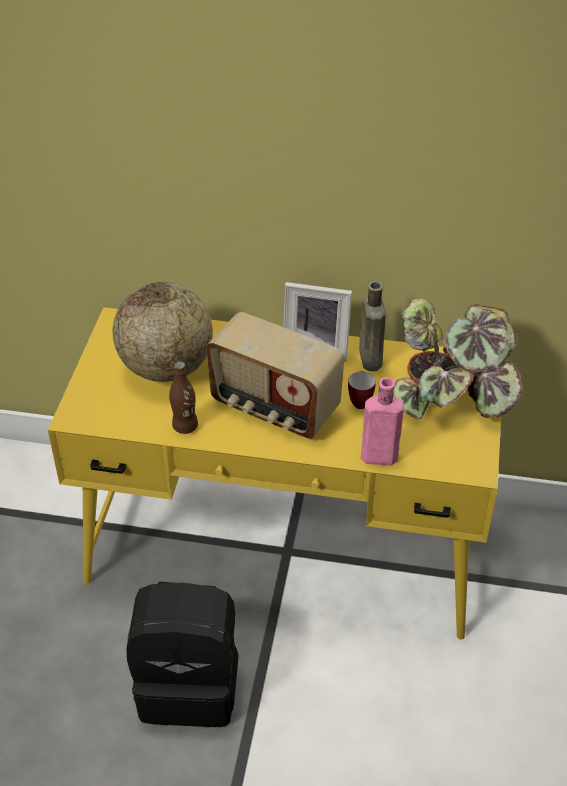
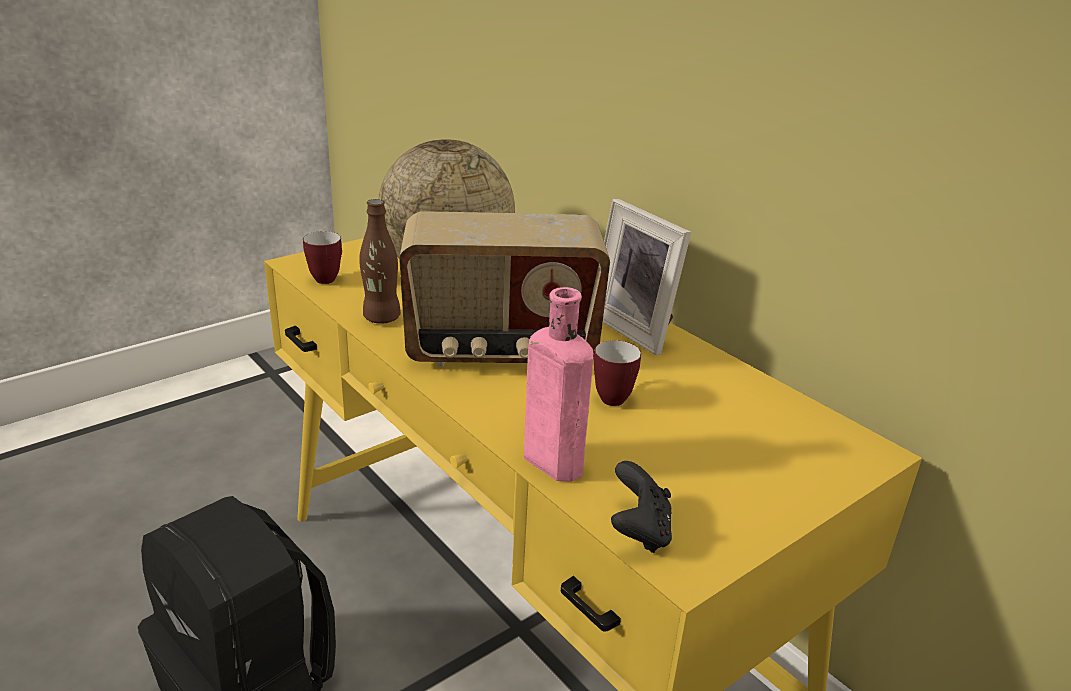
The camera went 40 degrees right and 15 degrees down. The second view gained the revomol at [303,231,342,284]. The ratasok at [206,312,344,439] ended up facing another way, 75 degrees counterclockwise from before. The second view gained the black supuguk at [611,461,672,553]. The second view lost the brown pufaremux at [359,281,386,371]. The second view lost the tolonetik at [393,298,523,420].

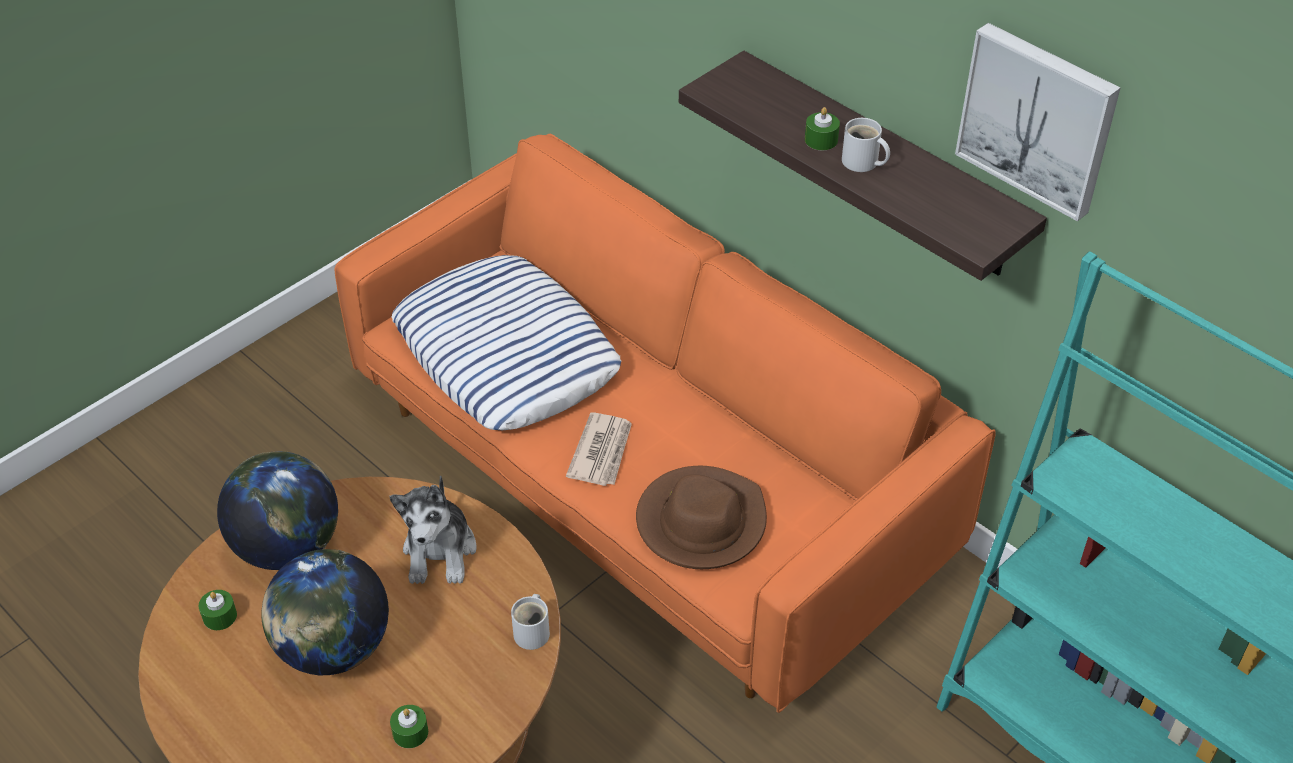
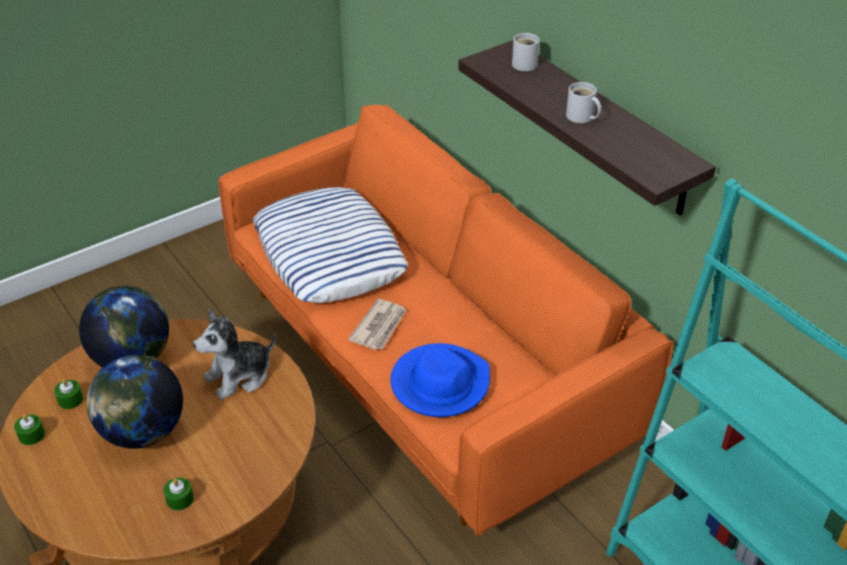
The camera went 10 degrees right and 5 degrees down. The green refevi ended up elsewhere, having gone from [805,107,840,150] to [14,414,45,445]. The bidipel at [390,475,477,584] ended up facing another way, 45 degrees clockwise from before. What was the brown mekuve at [636,466,767,569] turned into the blue mekuve at [391,343,490,417]. The white revomol ended up elsewhere, having gone from [511,594,550,650] to [512,33,540,71]. The second view lost the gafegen at [955,23,1120,221].

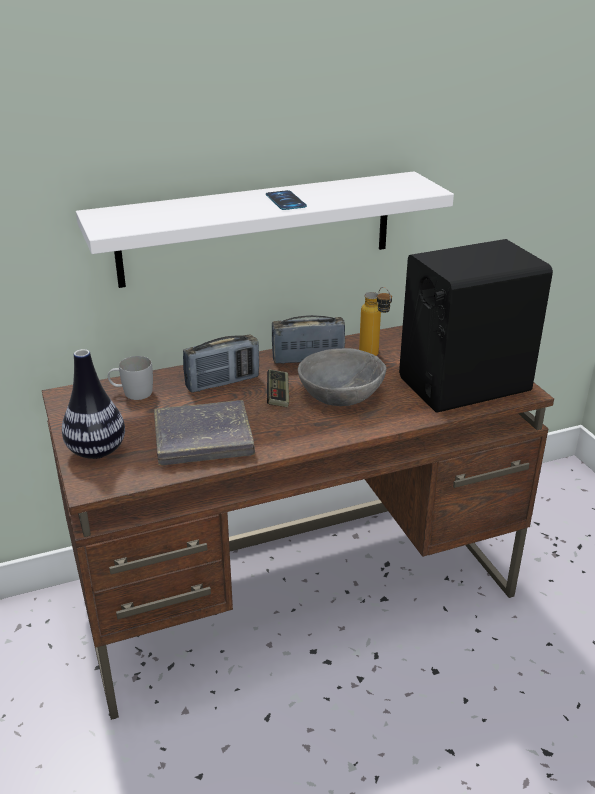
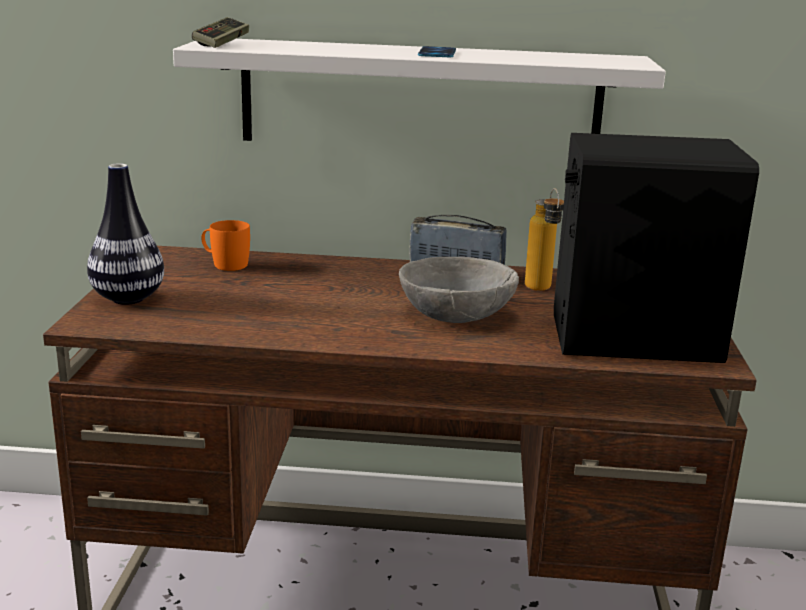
The camera went 25 degrees right and 10 degrees down. The supuguk ended up elsewhere, having gone from [267,369,289,407] to [192,17,249,48]. What was the white revomol at [108,356,153,400] turned into the orange revomol at [201,220,250,271]. The second view lost the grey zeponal at [154,400,255,465]. The second view lost the ratasok at [183,335,259,393].

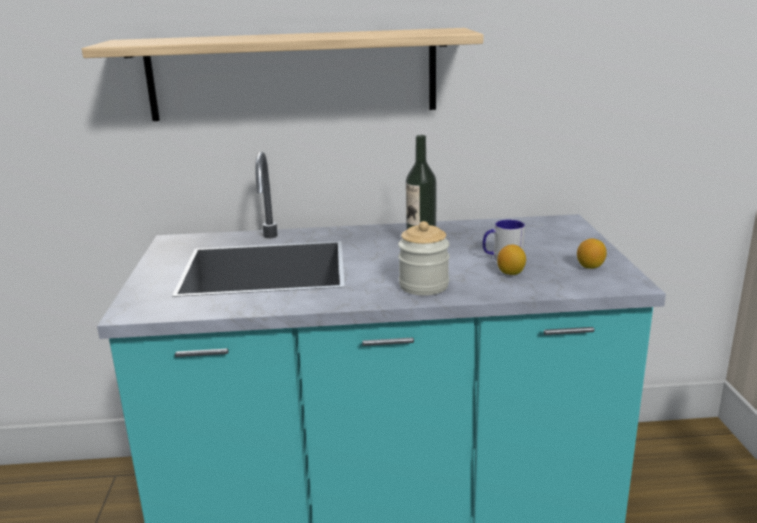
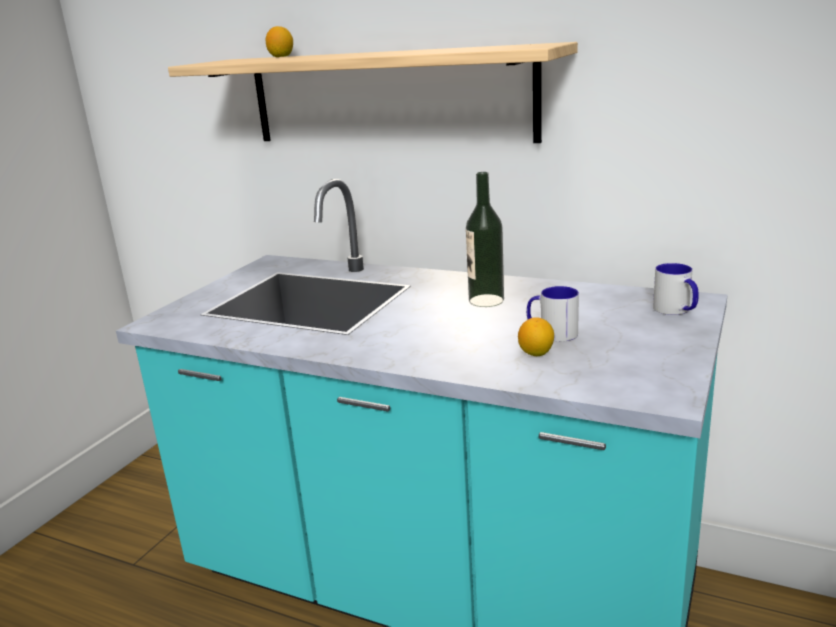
The camera went 30 degrees right and 0 degrees up. The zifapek ended up elsewhere, having gone from [577,238,607,269] to [266,26,293,57]. The second view gained the revomol at [653,263,699,315]. The second view lost the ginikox at [398,221,450,295].

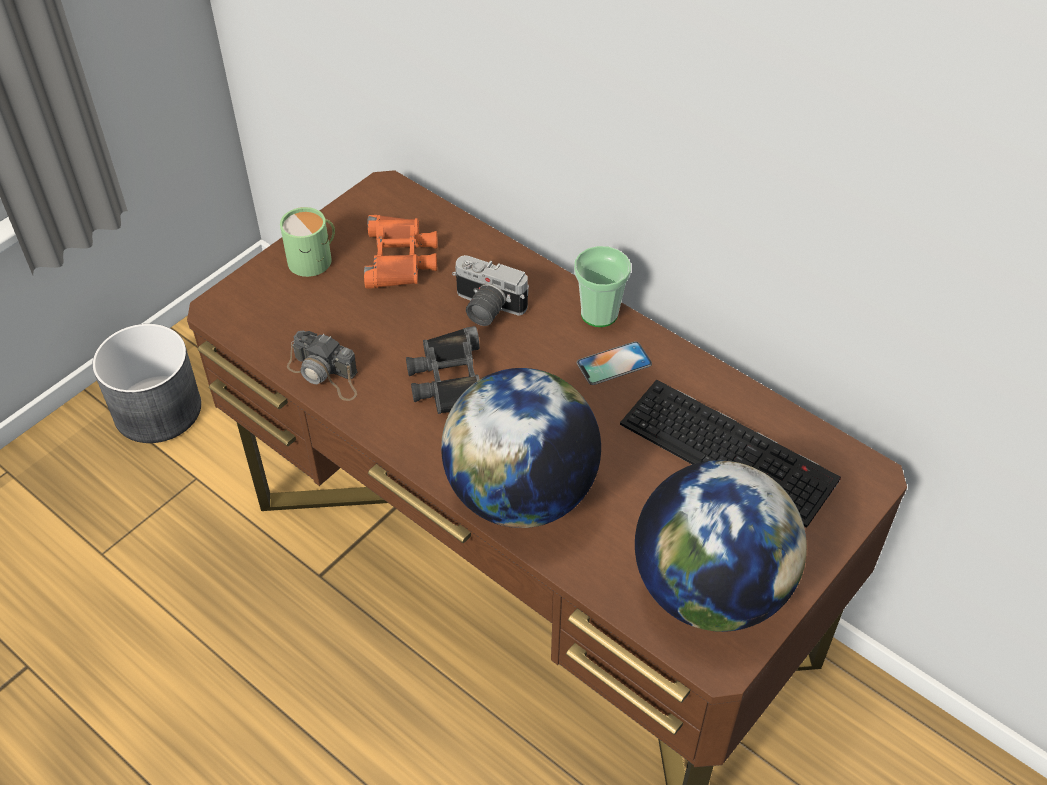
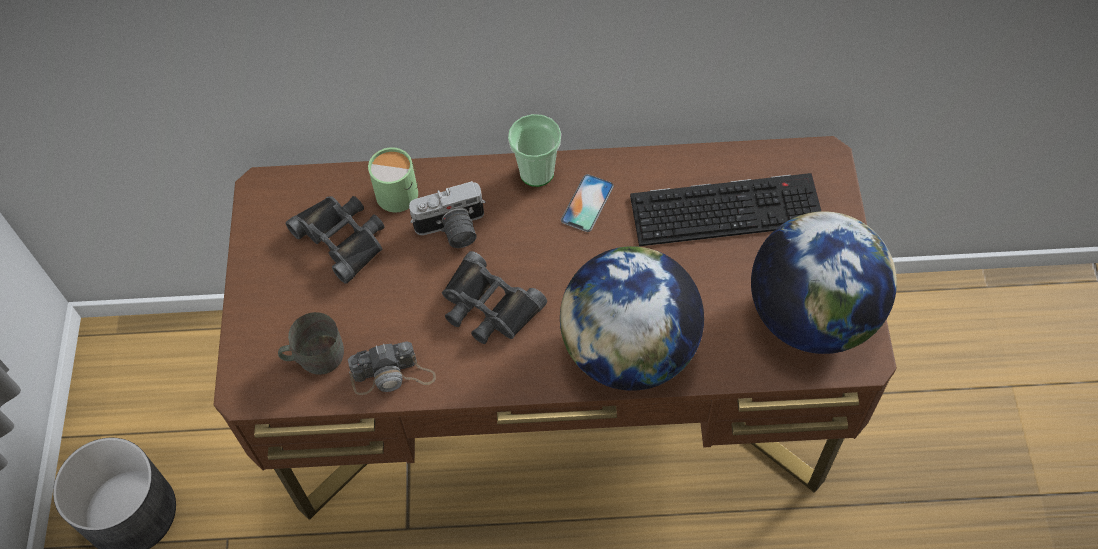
The camera went 40 degrees left and 10 degrees up. The second view gained the grey revomol at [278,312,344,375]. What was the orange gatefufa at [364,215,438,289] turned into the black gatefufa at [286,196,385,284]. The green revomol ended up elsewhere, having gone from [280,207,335,277] to [368,147,418,212].

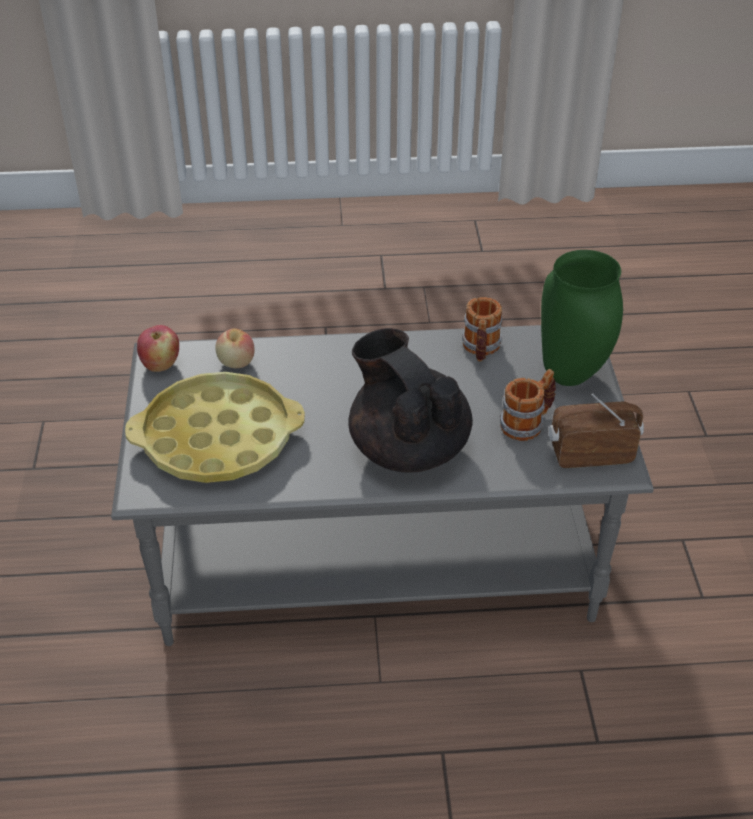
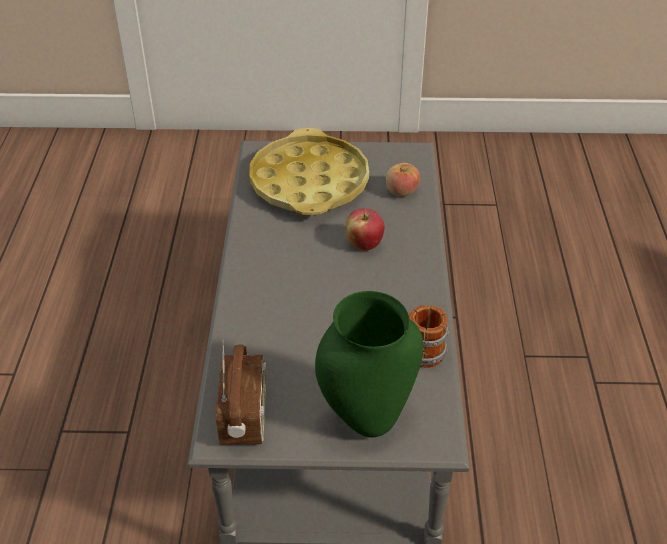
The camera went 95 degrees right and 0 degrees up. The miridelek ended up elsewhere, having gone from [137,325,179,372] to [346,209,384,251]. The second view lost the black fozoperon at [348,328,473,473]. The second view lost the revomol at [500,369,556,441].

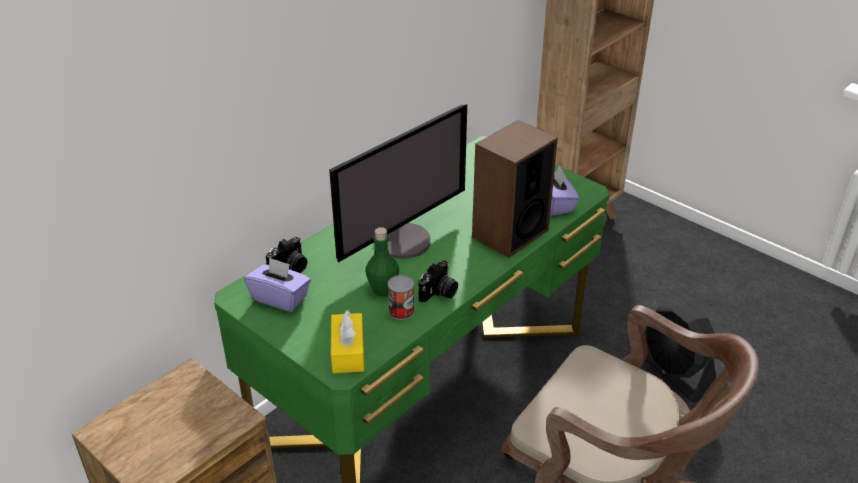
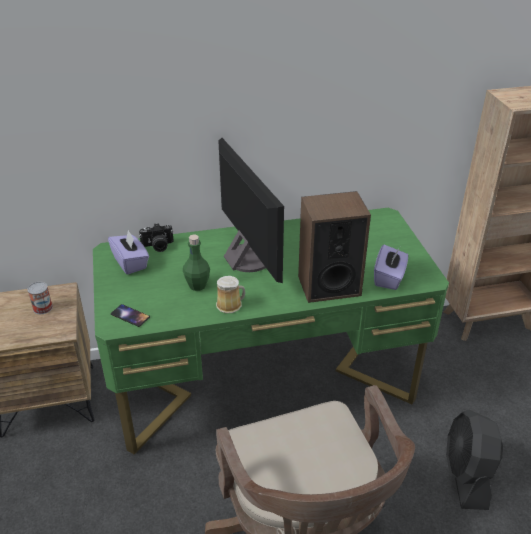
The camera went 35 degrees right and 0 degrees up. The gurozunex ended up elsewhere, having gone from [388,275,415,320] to [27,282,53,314]. Where the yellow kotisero stood at [331,310,364,373], the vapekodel came to stand at [111,304,150,327]. Where the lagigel stood at [419,261,458,303], the revomol came to stand at [216,276,245,313]. The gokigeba at [329,104,467,263] ended up facing another way, 105 degrees counterclockwise from before.

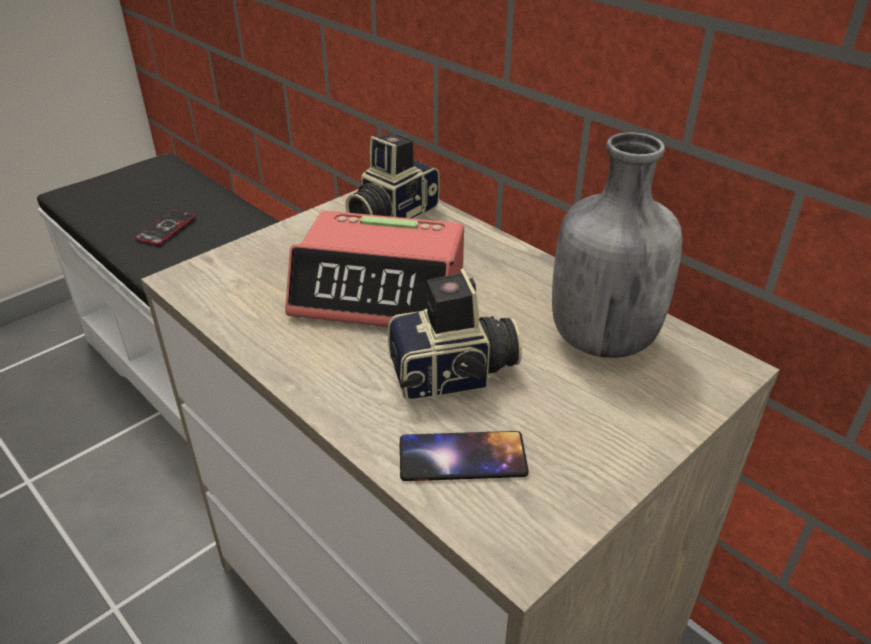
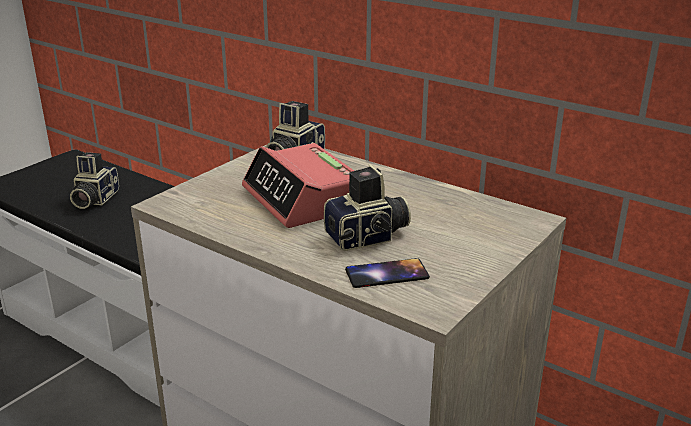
The camera went 10 degrees left and 10 degrees down. Where the vapekodel stood at [135,210,195,245], the lagigel came to stand at [70,152,119,209]. The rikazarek at [285,211,464,327] ended up facing another way, 60 degrees clockwise from before. The second view lost the grey pufaremux at [552,132,683,358].

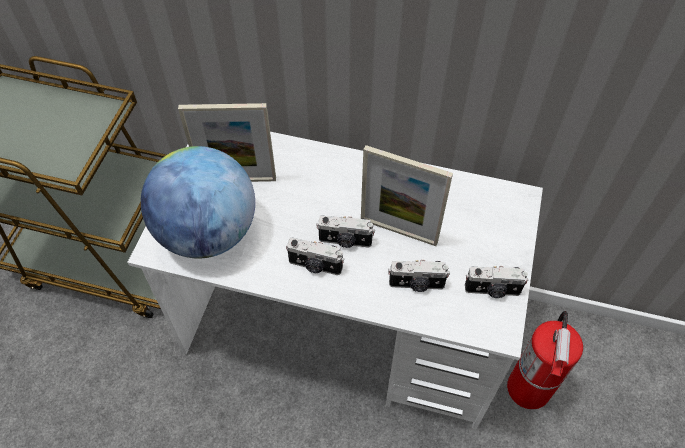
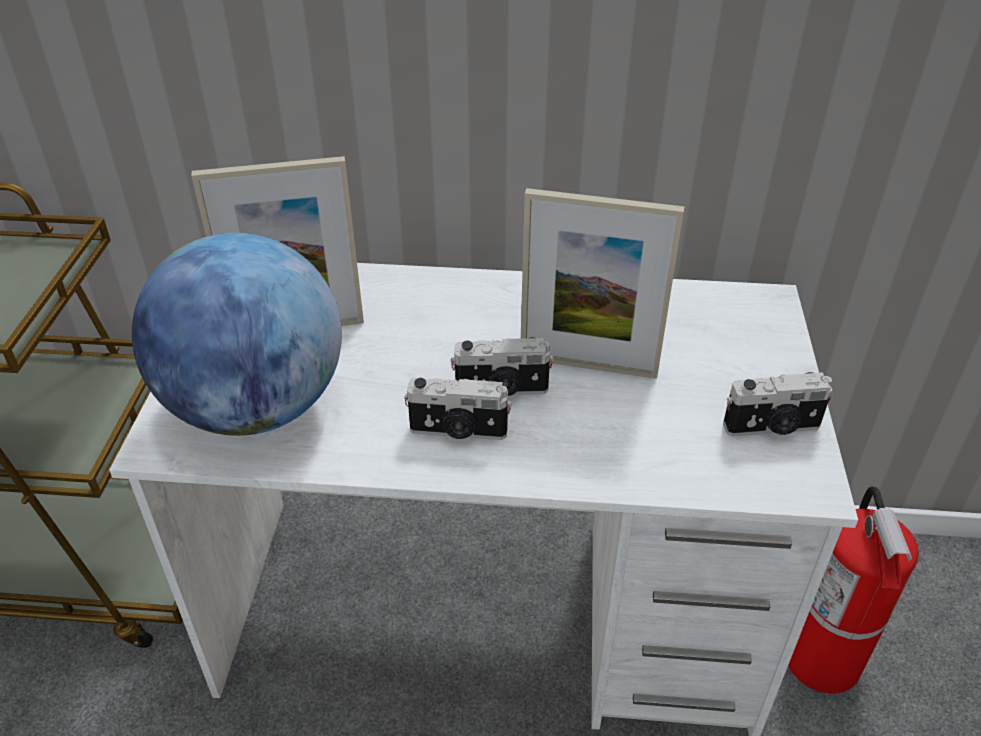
The camera went 10 degrees left and 15 degrees down. The second view lost the lagigel at [388,260,450,292].

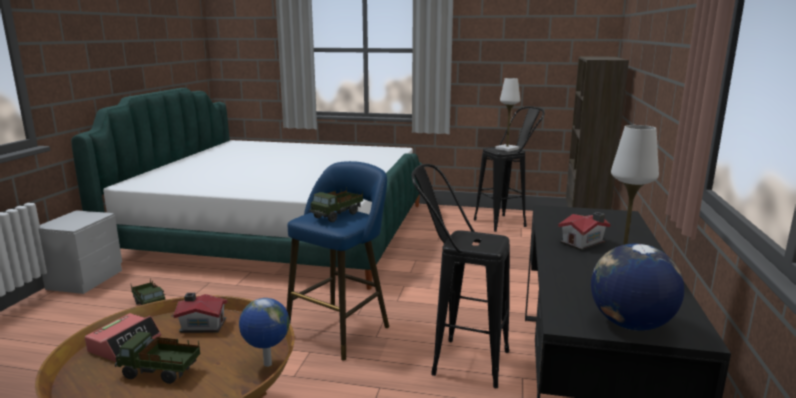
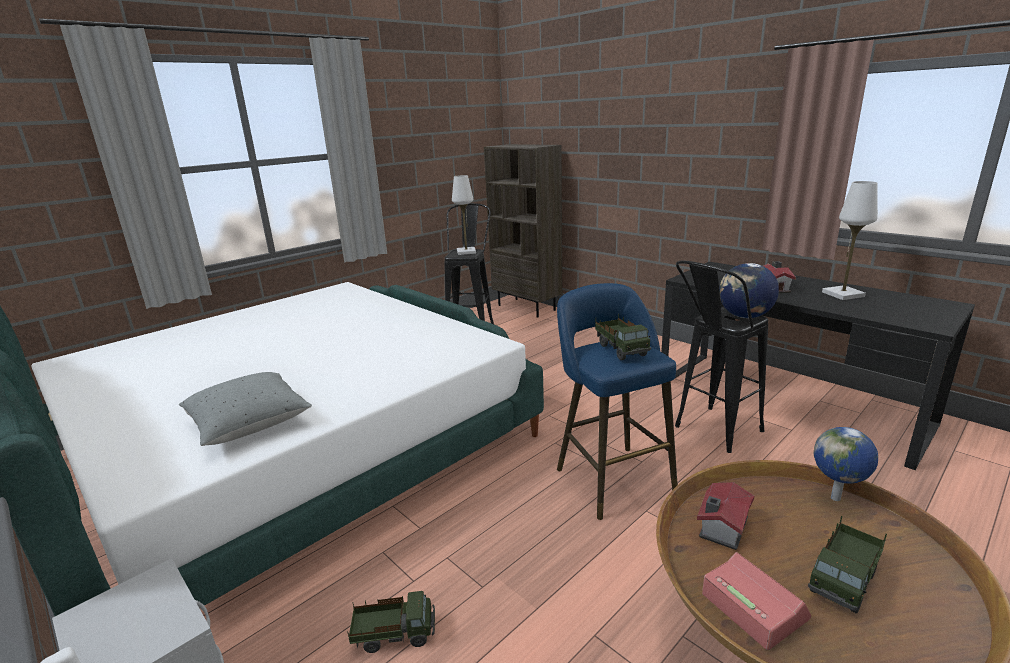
The camera went 55 degrees left and 5 degrees up. The second view gained the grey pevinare at [179,372,312,446]. The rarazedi ended up elsewhere, having gone from [591,244,684,331] to [719,263,779,318].

